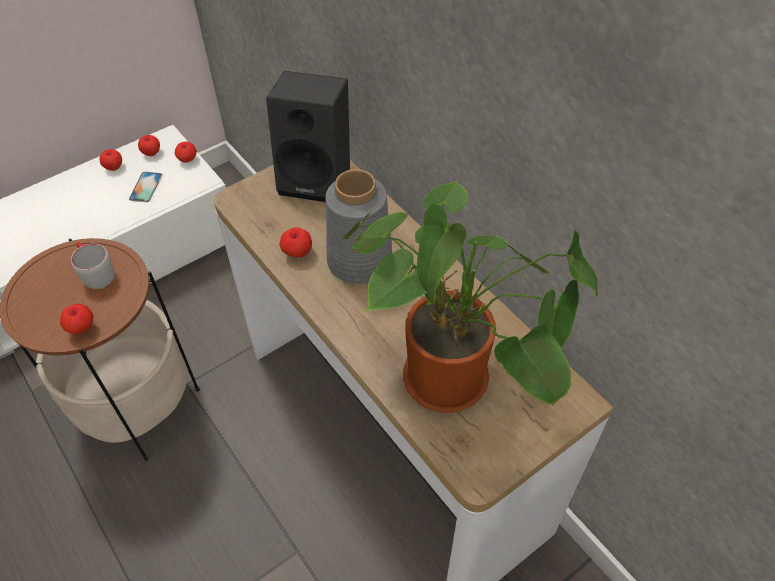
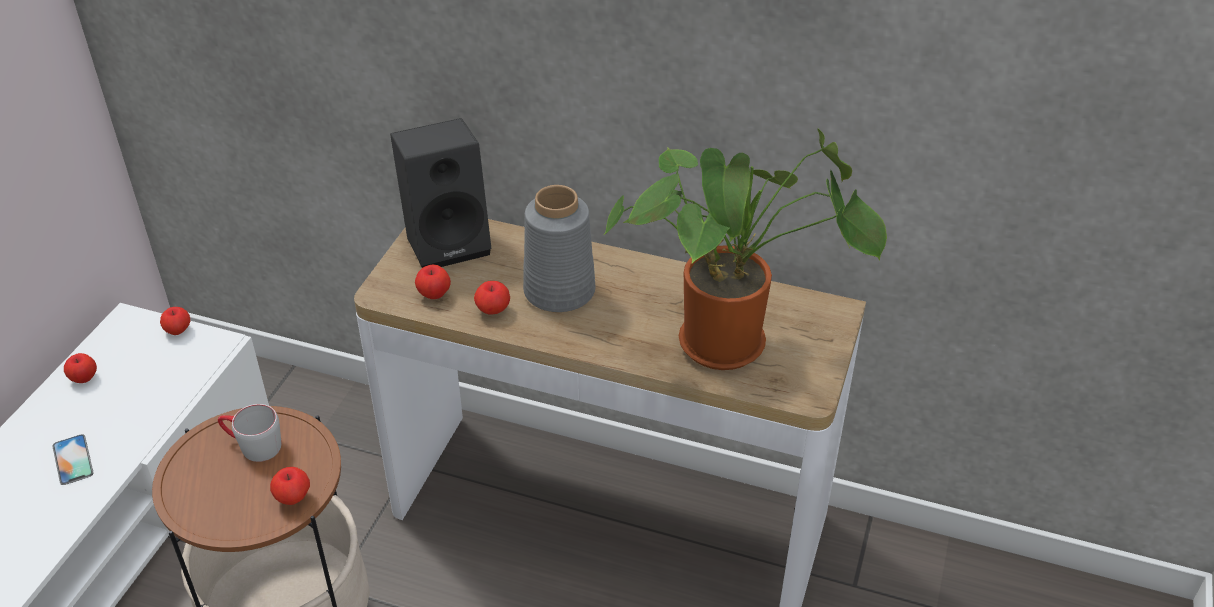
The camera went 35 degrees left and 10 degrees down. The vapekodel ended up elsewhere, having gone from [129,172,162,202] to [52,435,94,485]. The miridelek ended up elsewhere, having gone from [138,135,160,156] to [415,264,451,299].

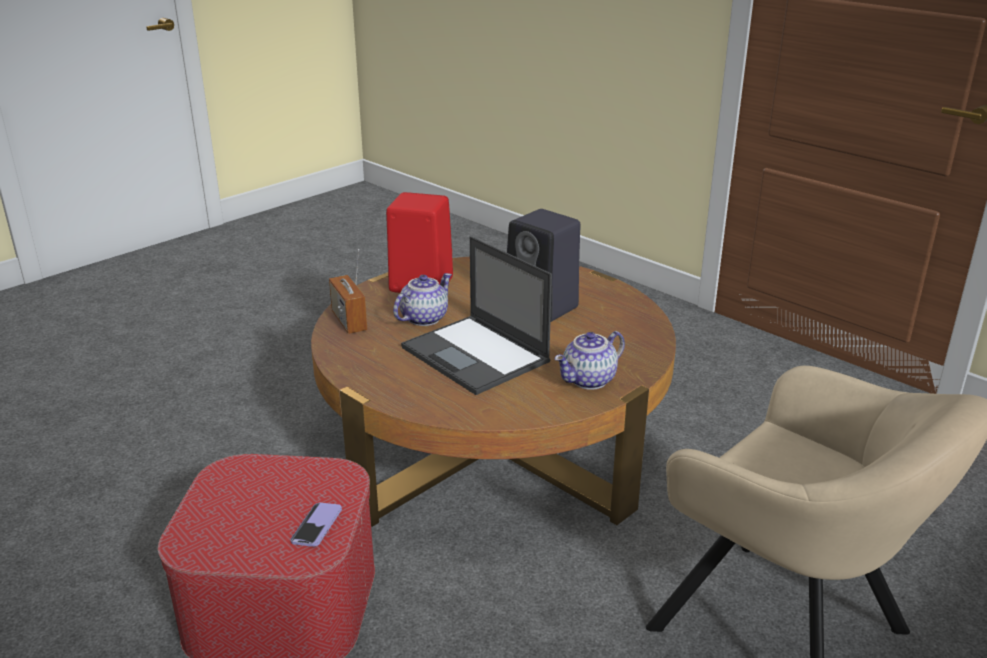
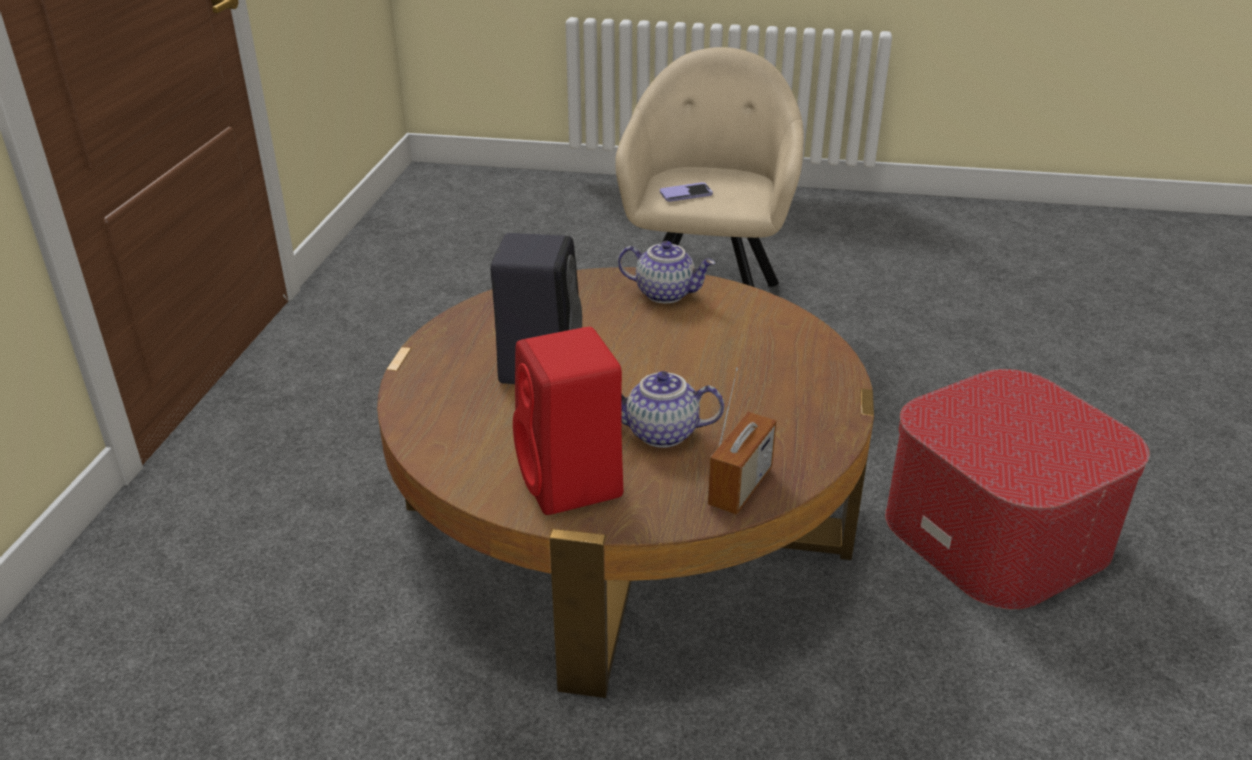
The camera went 125 degrees left and 5 degrees up. The vapekodel ended up elsewhere, having gone from [291,503,342,547] to [660,182,713,202]. The second view lost the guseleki at [401,236,552,395].

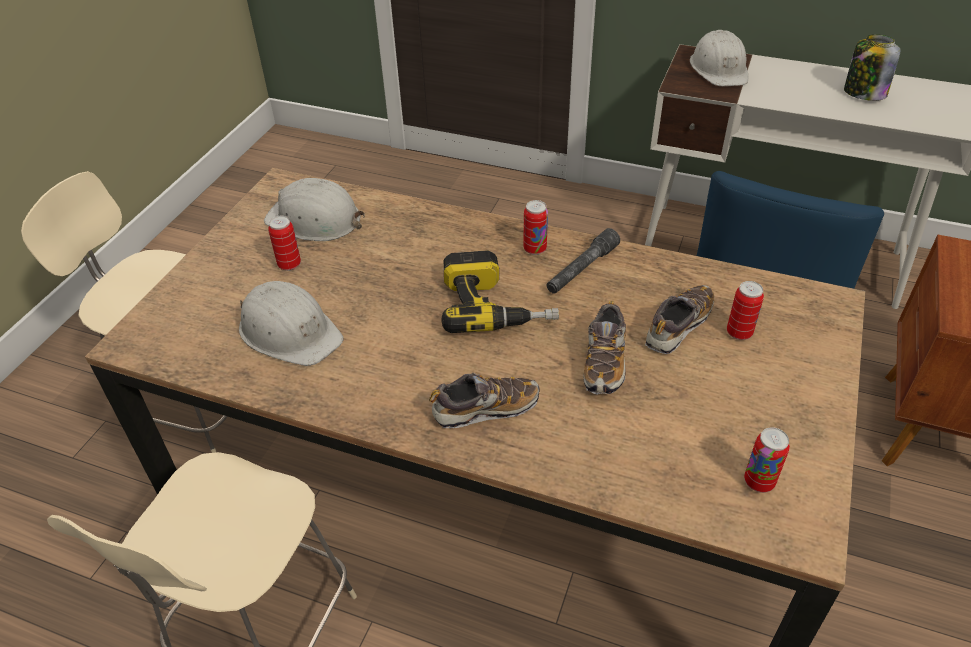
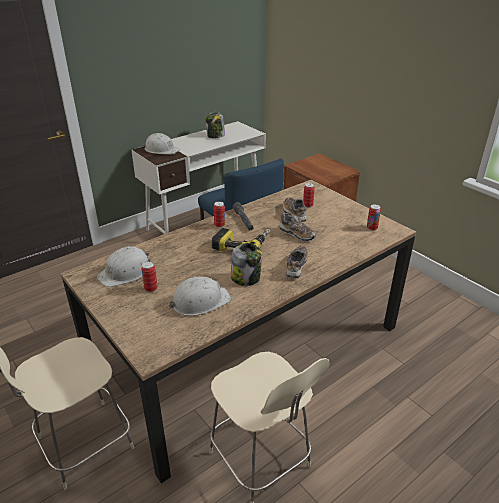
The camera went 60 degrees left and 10 degrees down. The second view gained the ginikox at [231,243,262,286].

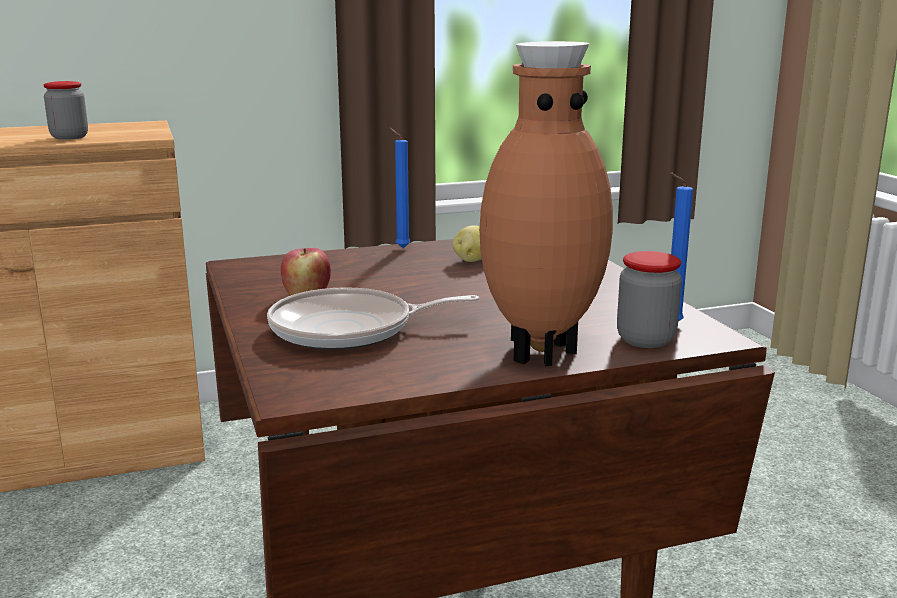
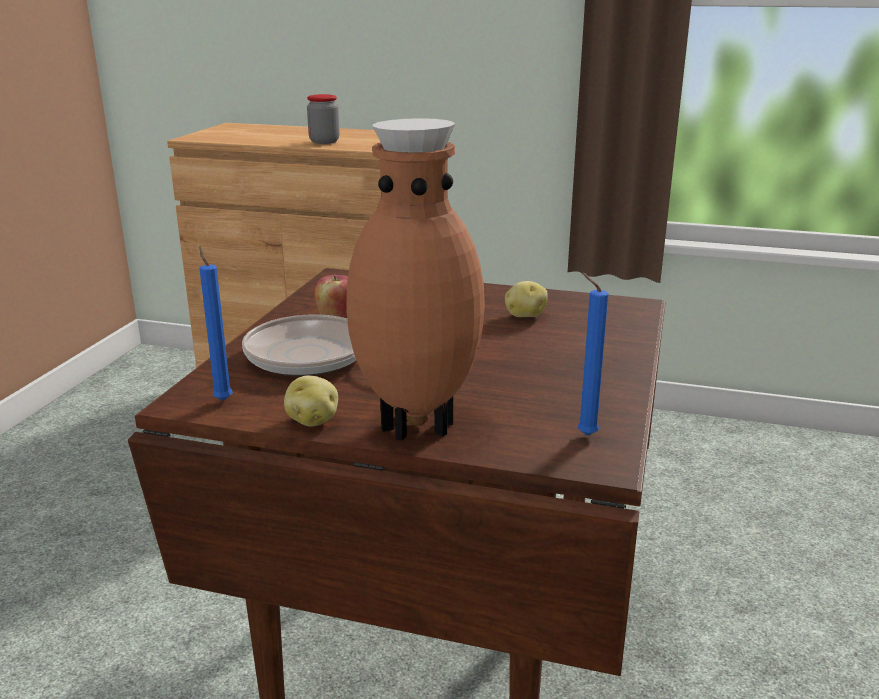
The camera went 35 degrees right and 5 degrees up. The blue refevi ended up elsewhere, having gone from [389,128,410,248] to [199,247,232,401]. The second view gained the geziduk at [284,376,338,427]. The second view lost the ginikox at [617,251,682,348].

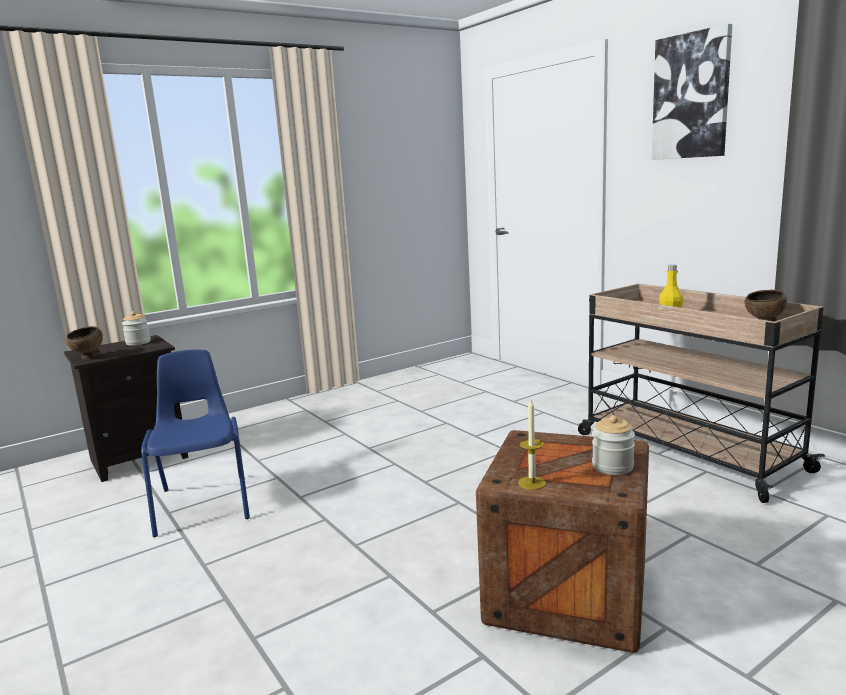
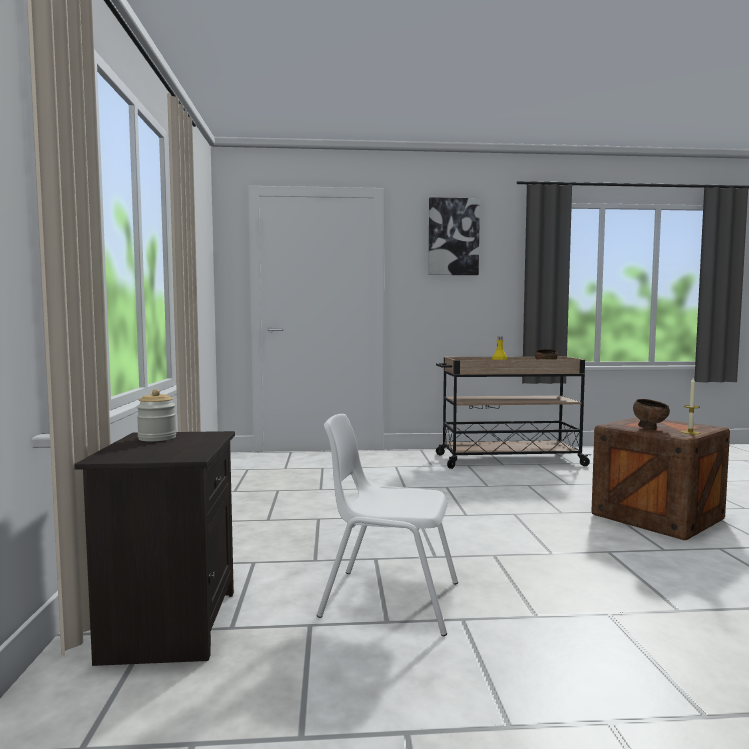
The camera went 60 degrees left and 10 degrees down. What was the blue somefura at [141,349,250,537] turned into the white somefura at [317,414,458,636]. The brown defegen ended up elsewhere, having gone from [66,326,103,359] to [633,399,670,430]. The second view lost the ginikox at [592,415,635,475].

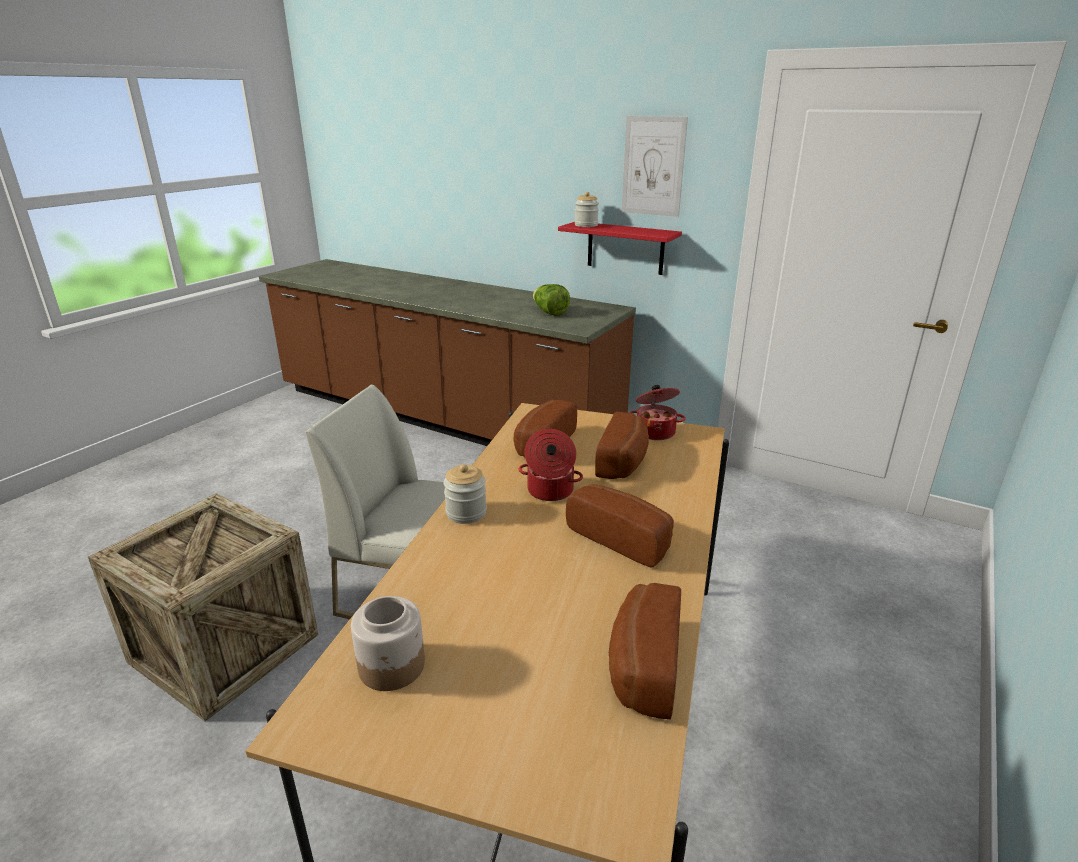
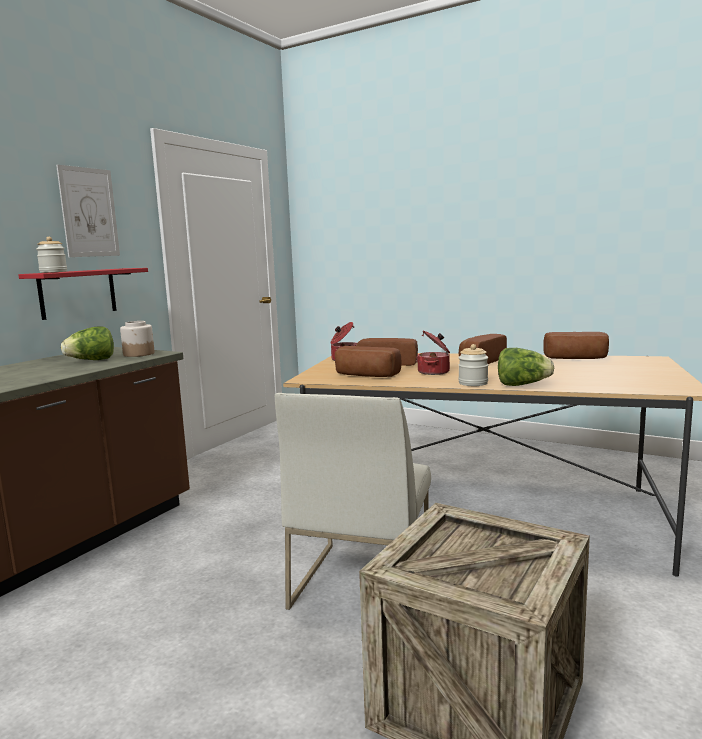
The camera went 90 degrees left and 15 degrees down. The ginikox ended up elsewhere, having gone from [351,596,425,691] to [120,321,154,357]. The second view gained the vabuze at [498,348,554,386].

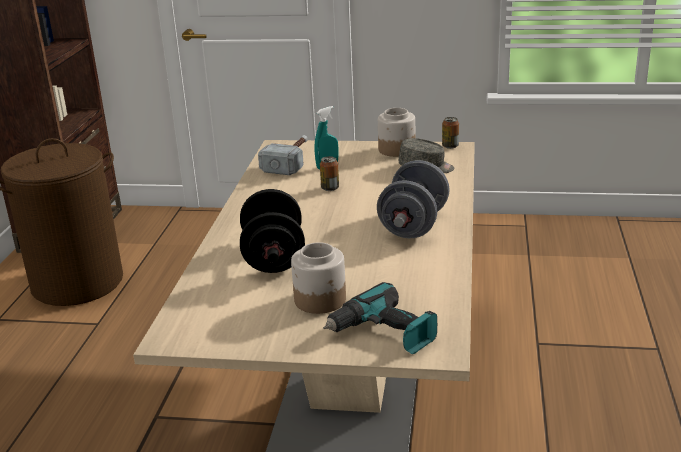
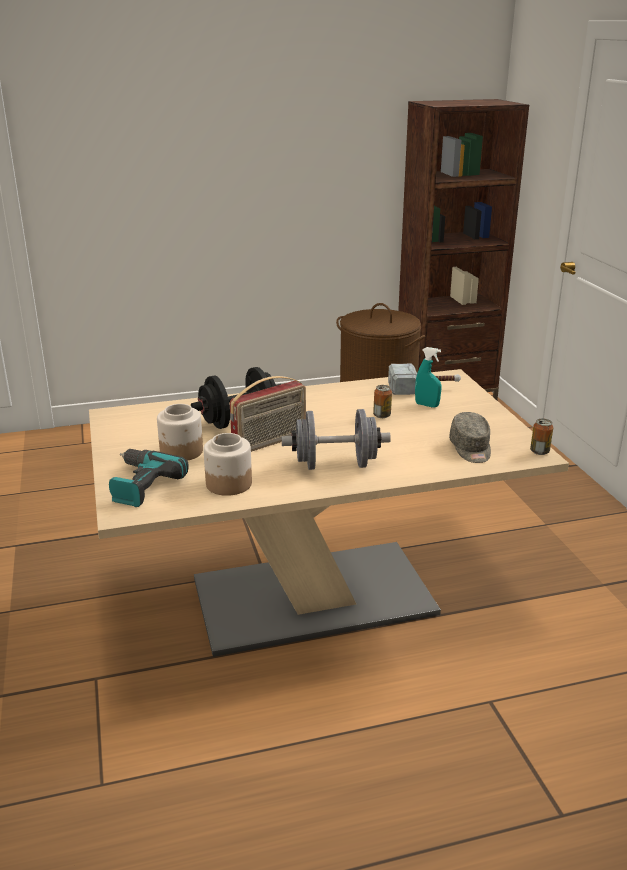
The camera went 65 degrees right and 0 degrees up. The ginikox ended up elsewhere, having gone from [378,108,415,157] to [204,433,252,496]. The second view gained the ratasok at [230,376,306,452].

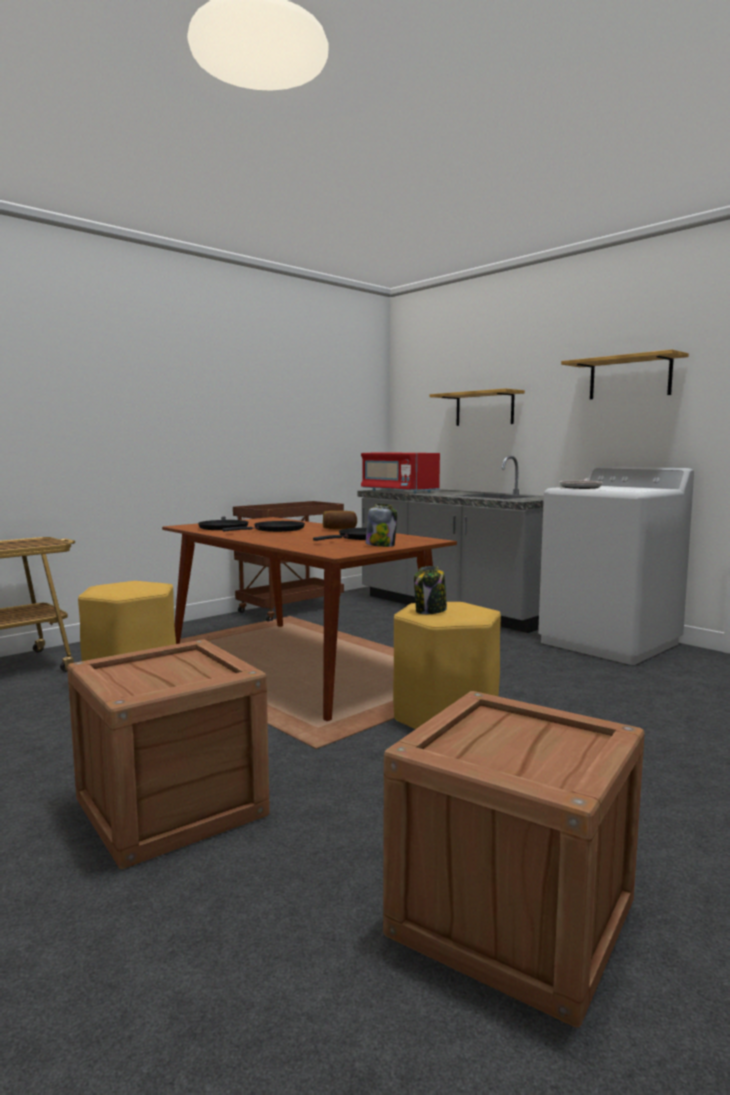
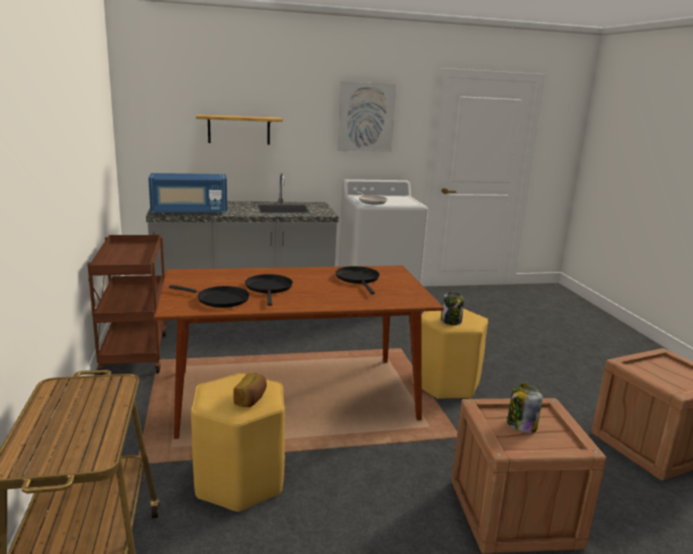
The camera went 60 degrees left and 10 degrees up. What was the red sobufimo at [361,453,440,494] turned into the blue sobufimo at [148,173,227,215]. The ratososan ended up elsewhere, having gone from [323,511,357,529] to [233,373,267,407]. Where the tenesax hung at [561,349,689,399], the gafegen came to hang at [337,81,396,152]. The ginikox ended up elsewhere, having gone from [366,504,397,547] to [507,384,543,433].

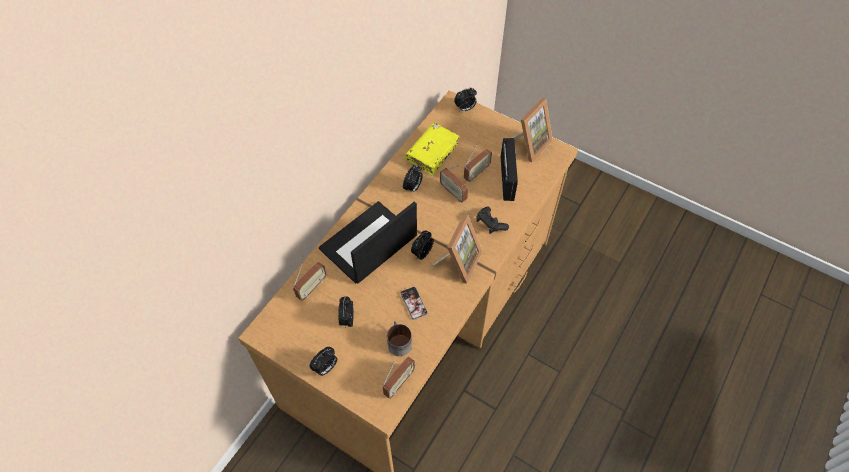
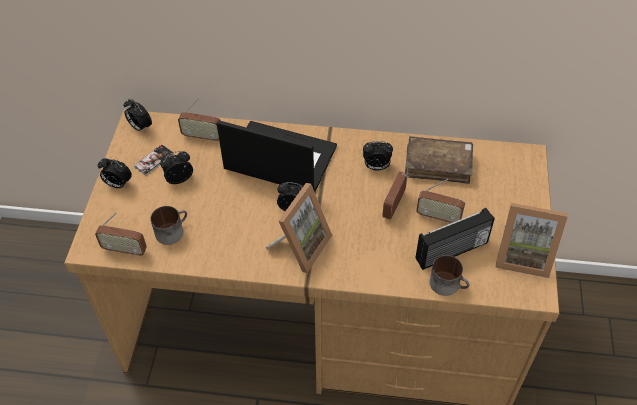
The camera went 65 degrees right and 5 degrees down. The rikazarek ended up elsewhere, having gone from [454,88,477,112] to [123,99,152,133]. The vapekodel ended up elsewhere, having gone from [400,287,428,320] to [134,145,174,175]. The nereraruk at [432,214,483,284] ended up facing another way, 60 degrees counterclockwise from before. What was the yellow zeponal at [405,123,460,176] turned into the brown zeponal at [405,136,473,184]. The second view gained the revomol at [430,255,469,296]. The second view lost the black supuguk at [476,207,509,234].

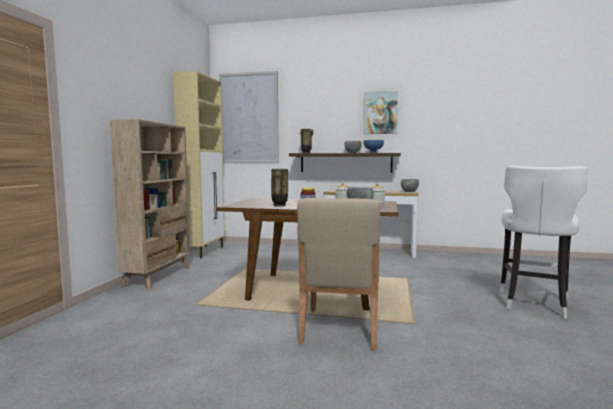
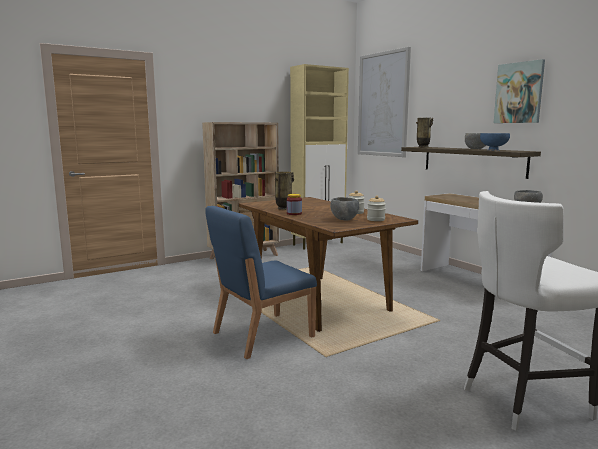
The camera went 45 degrees right and 5 degrees up. What was the beige somefura at [297,198,380,350] turned into the blue somefura at [205,206,317,359].

